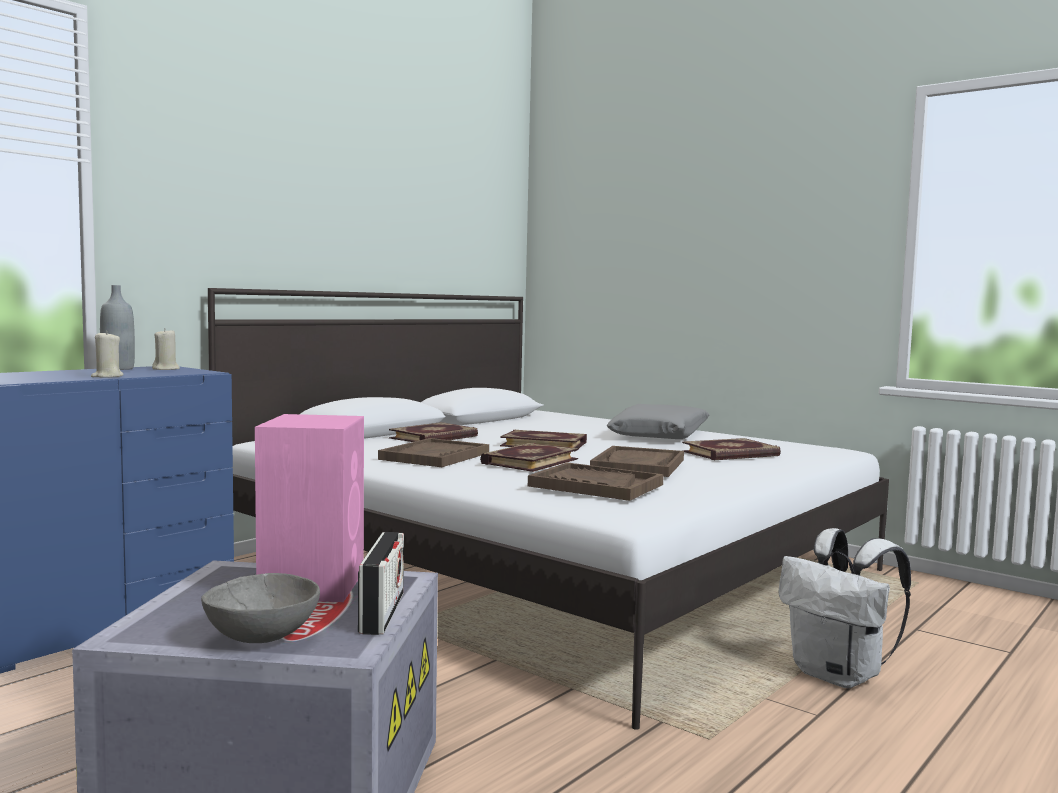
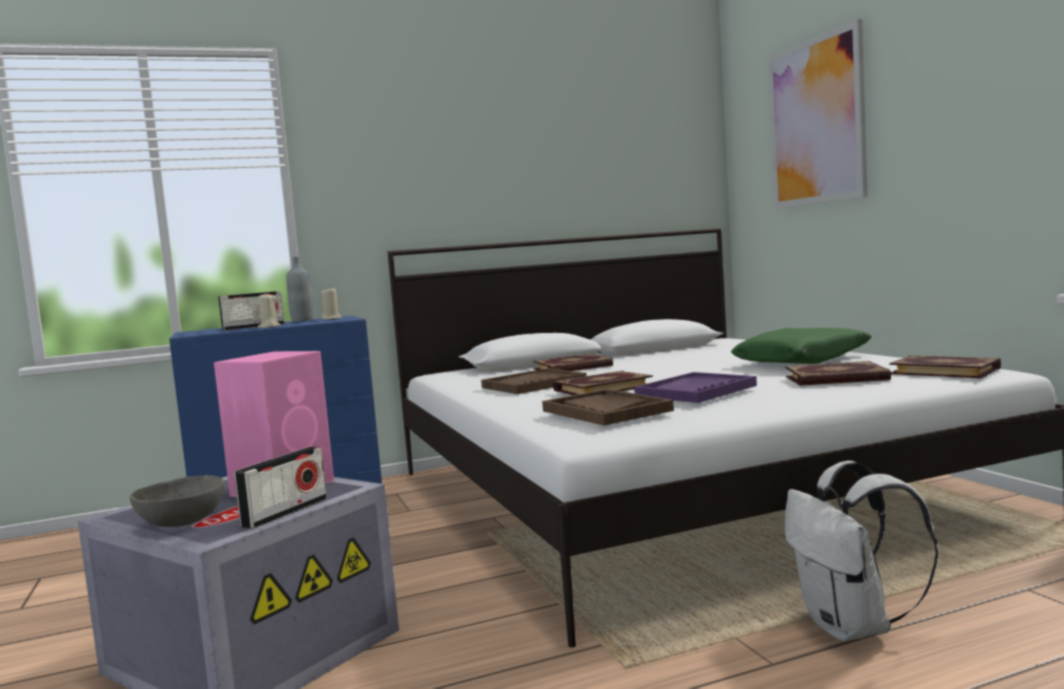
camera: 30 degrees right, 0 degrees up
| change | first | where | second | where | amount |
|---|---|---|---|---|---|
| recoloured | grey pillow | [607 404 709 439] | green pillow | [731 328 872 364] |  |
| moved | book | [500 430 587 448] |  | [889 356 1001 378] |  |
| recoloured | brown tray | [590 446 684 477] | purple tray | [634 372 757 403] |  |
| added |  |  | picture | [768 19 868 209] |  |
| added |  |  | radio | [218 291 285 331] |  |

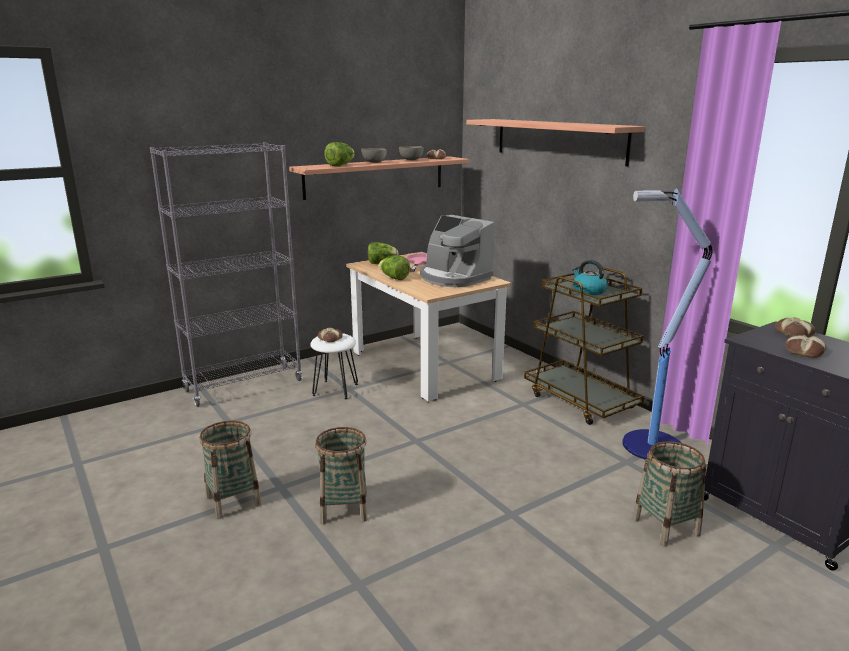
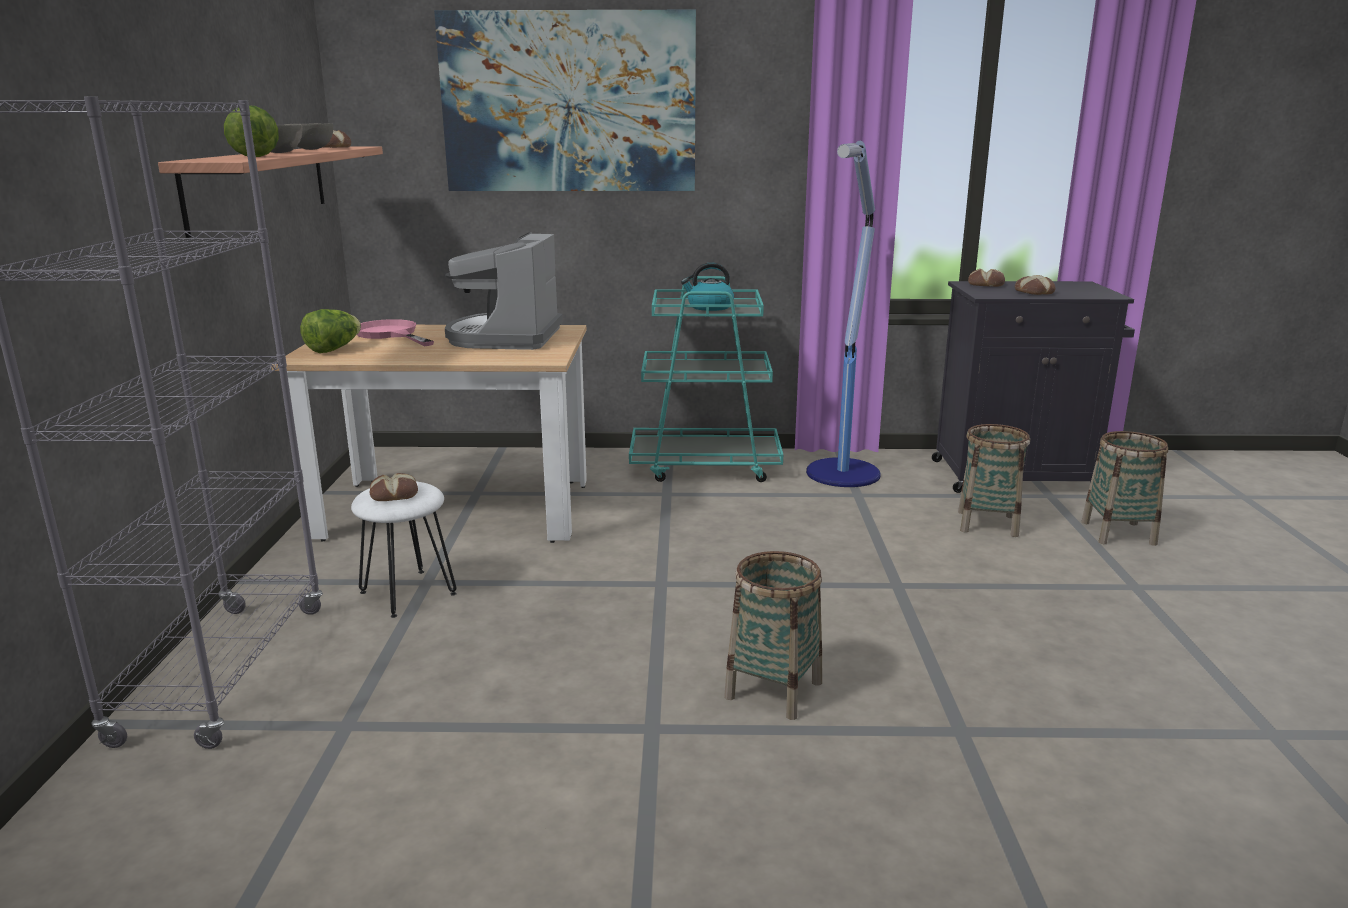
camera: 55 degrees left, 0 degrees up
| change | first | where | second | where | amount |
|---|---|---|---|---|---|
| replaced | shelf | [466 119 645 166] | picture | [434 10 696 191] |  |
| turned | coffee machine | [420 215 494 287] |  | [445 232 563 350] | 105 degrees clockwise |
| removed | lettuce | [379 256 410 280] |  |  |  |
| recoloured | brown cart | [524 267 644 425] | turquoise cart | [629 276 783 482] |  |
| moved | basket | [199 421 261 519] |  | [1081 431 1168 546] |  |

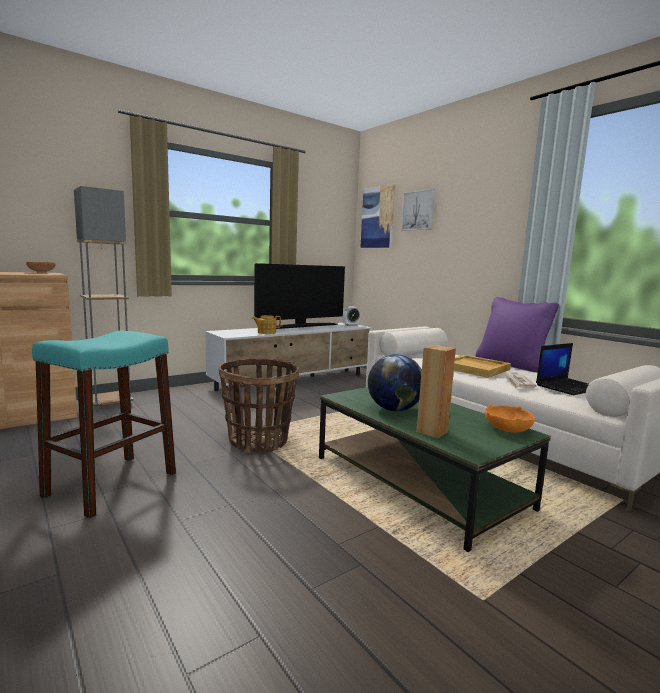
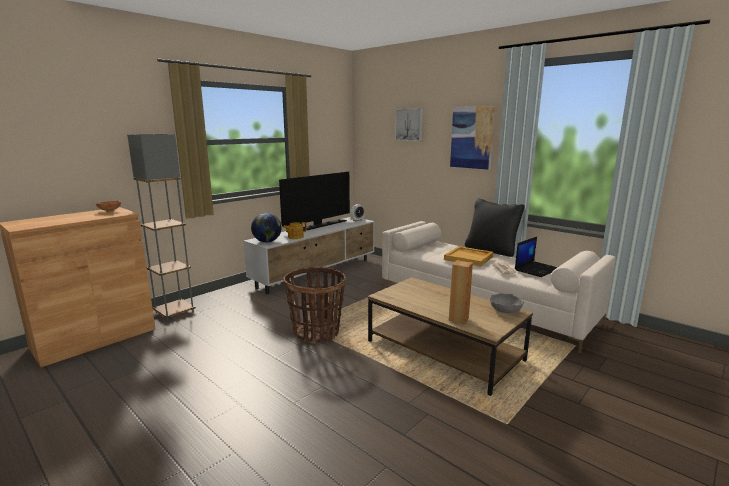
camera: 10 degrees left, 5 degrees up
| change | first | where | second | where | amount |
|---|---|---|---|---|---|
| moved | picture | [360 184 396 248] |  | [450 106 495 170] |  |
| recoloured | purple pillow | [476 297 559 372] | black pillow | [465 198 525 257] |  |
| removed | turquoise stool | [32 331 176 519] |  |  |  |
| moved | globe | [368 354 422 411] |  | [251 213 282 242] |  |
| recoloured | green coffee table | [319 387 551 552] | brown coffee table | [368 277 533 396] |  |
| recoloured | orange bowl | [485 404 536 433] | grey bowl | [490 293 524 313] |  |

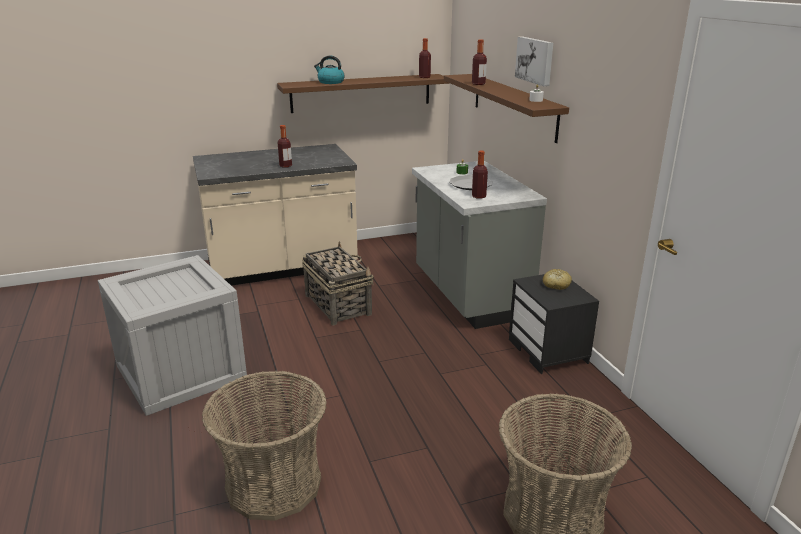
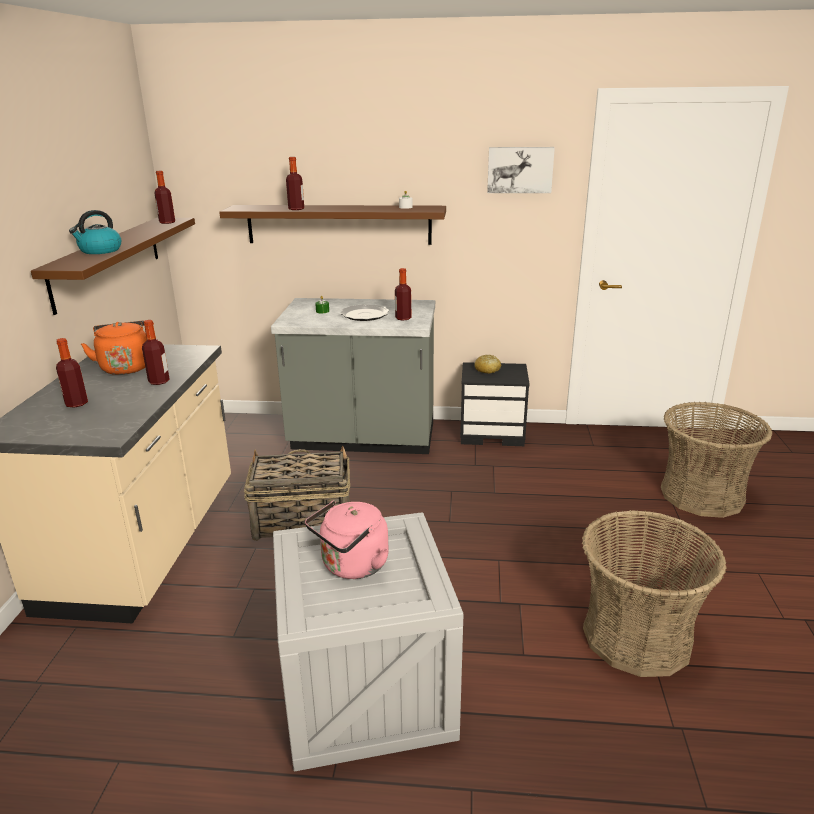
camera: 65 degrees left, 0 degrees up
| change | first | where | second | where | amount |
|---|---|---|---|---|---|
| moved | picture | [515 36 553 87] |  | [487 147 555 193] |  |
| added |  |  | orange kettle | [81 321 147 375] |  |
| added |  |  | bottle | [56 338 88 408] |  |
| added |  |  | pink kettle | [305 500 389 579] |  |

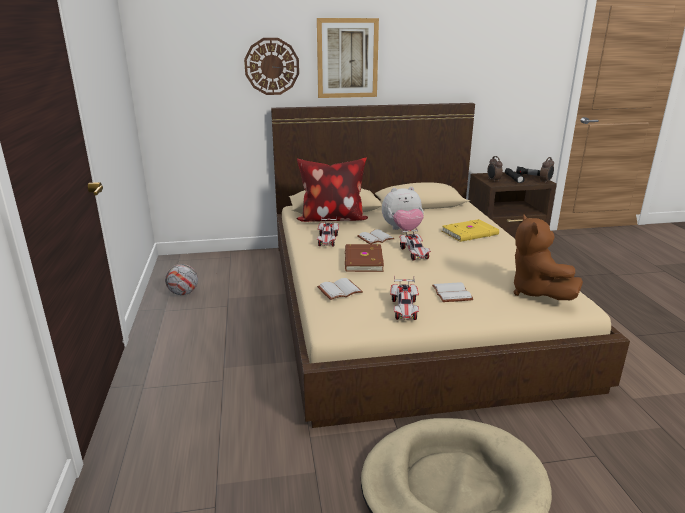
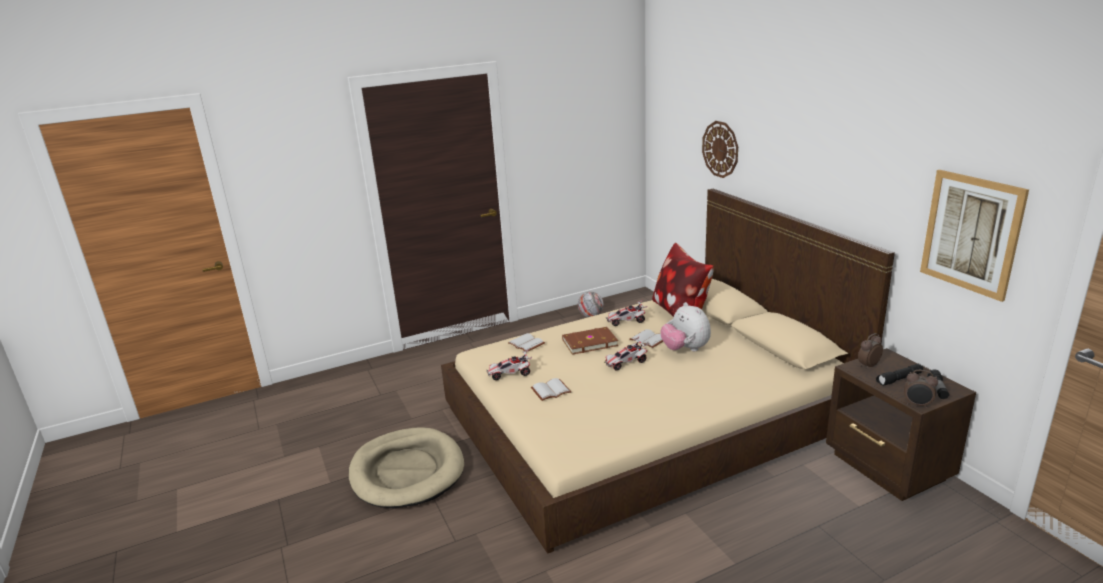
camera: 75 degrees right, 0 degrees up
| change | first | where | second | where | amount |
|---|---|---|---|---|---|
| moved | picture | [317 18 379 98] |  | [920 170 1029 302] |  |
| removed | brown plush toy | [513 215 583 300] |  |  |  |
| removed | yellow book | [442 219 499 242] |  |  |  |

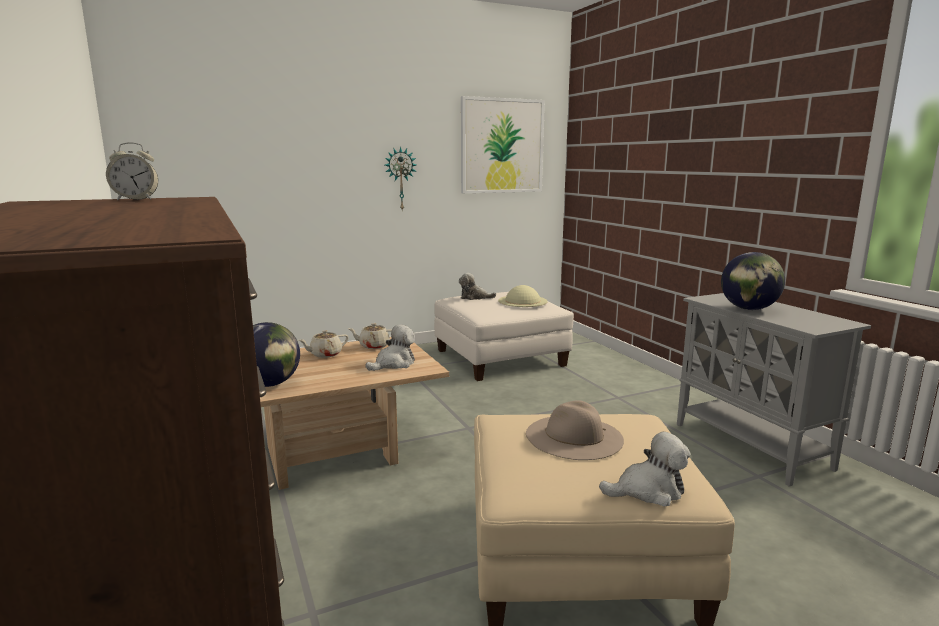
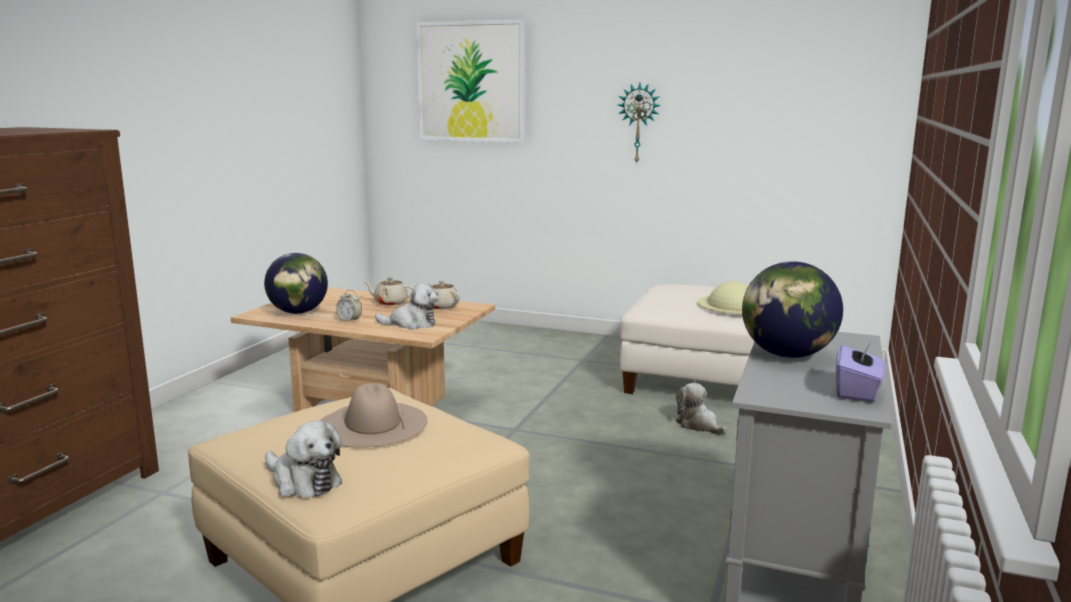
camera: 45 degrees right, 0 degrees up
| change | first | where | second | where | amount |
|---|---|---|---|---|---|
| moved | picture | [461 96 545 193] |  | [416 19 526 143] |  |
| moved | alarm clock | [106 142 158 200] |  | [336 290 362 322] |  |
| moved | plush toy | [459 273 496 300] |  | [676 383 727 435] |  |
| added |  |  | purple tissue box | [836 339 885 403] |  |

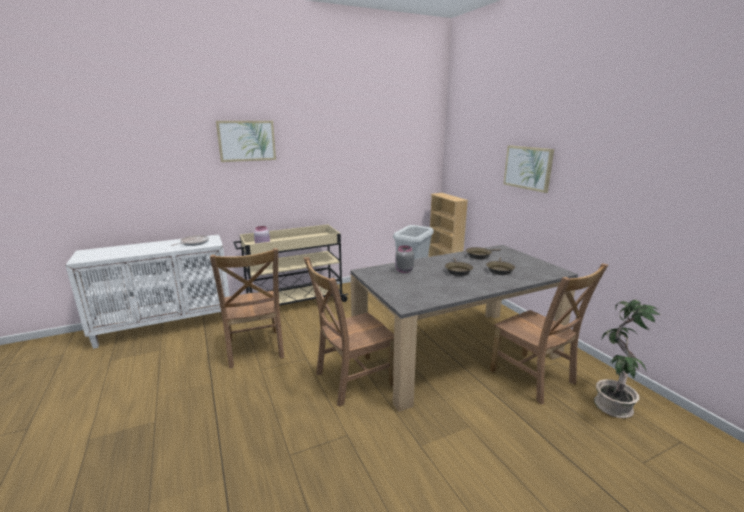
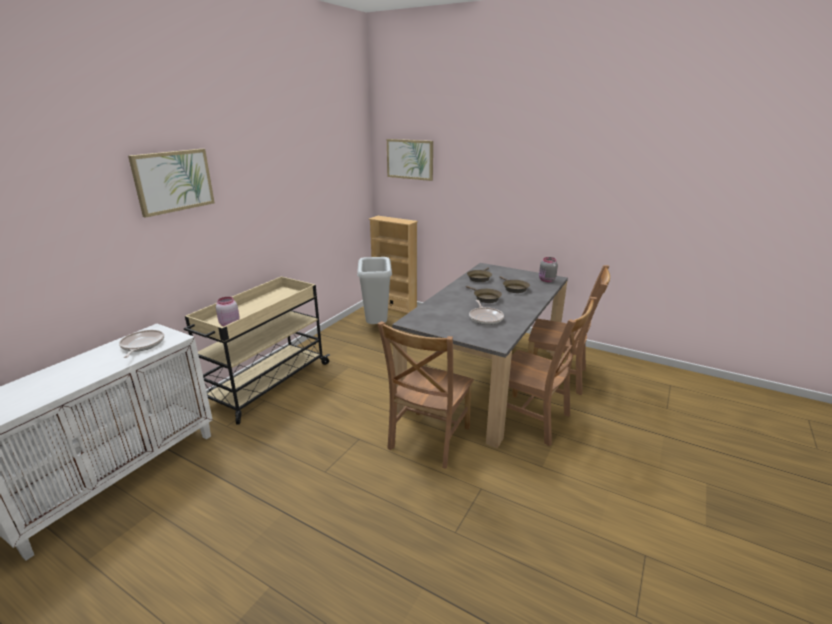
camera: 35 degrees left, 5 degrees up
| change | first | where | second | where | amount |
|---|---|---|---|---|---|
| moved | picture | [503 145 554 193] |  | [387 139 433 181] |  |
| moved | grey jar | [395 245 414 273] |  | [539 257 558 282] |  |
| moved | brown chair | [210 248 284 368] |  | [507 297 597 446] |  |
| removed | potted plant | [594 299 661 418] |  |  |  |
| added |  |  | frying pan | [469 300 504 325] |  |

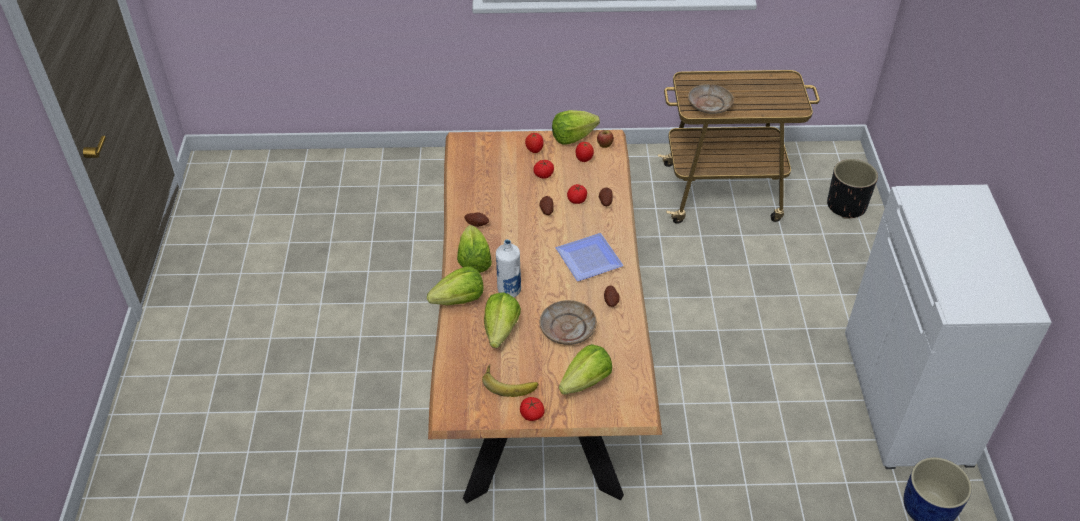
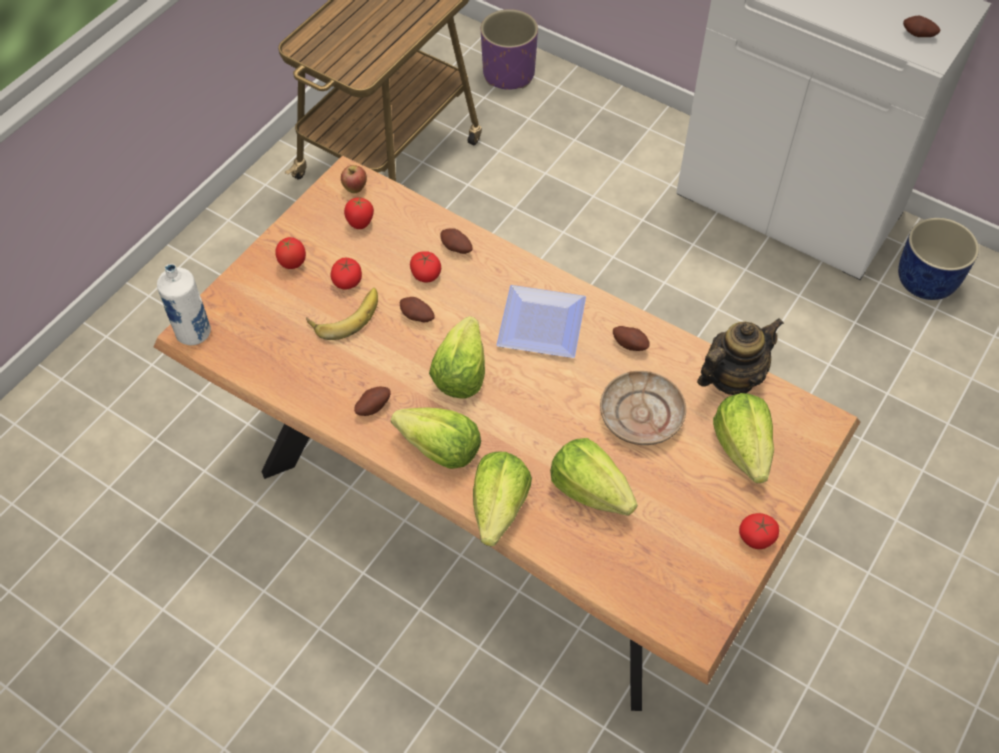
camera: 55 degrees left, 10 degrees up
| change | first | where | second | where | amount |
|---|---|---|---|---|---|
| removed | beige plate | [688 84 734 114] |  |  |  |
| moved | lettuce | [552 110 600 145] |  | [429 316 485 399] |  |
| recoloured | black planter | [827 159 878 219] | purple planter | [481 9 538 90] |  |
| moved | white bottle | [496 239 521 297] |  | [157 264 211 345] |  |
| moved | banana | [482 365 538 397] |  | [306 288 378 340] |  |
| added |  |  | potato | [903 16 940 37] |  |
| added |  |  | teapot | [697 318 784 395] |  |

